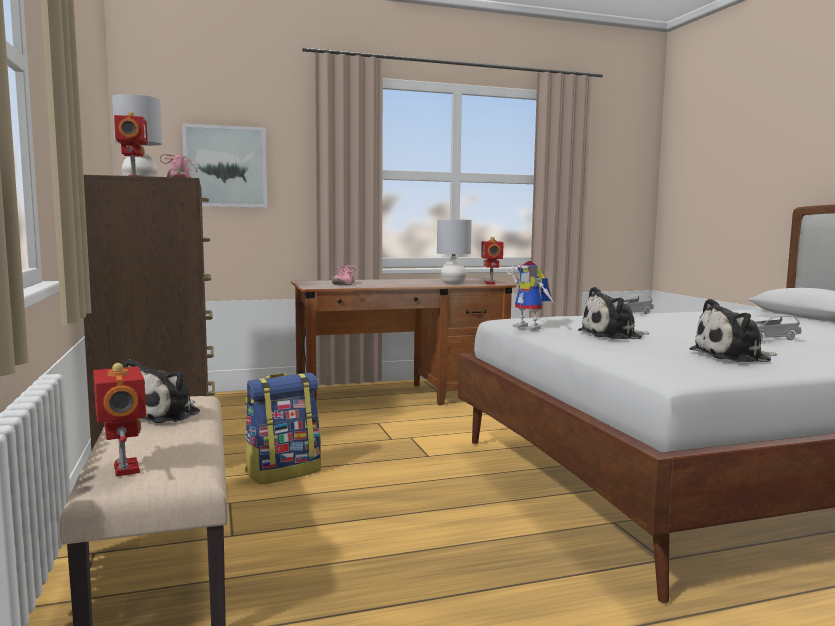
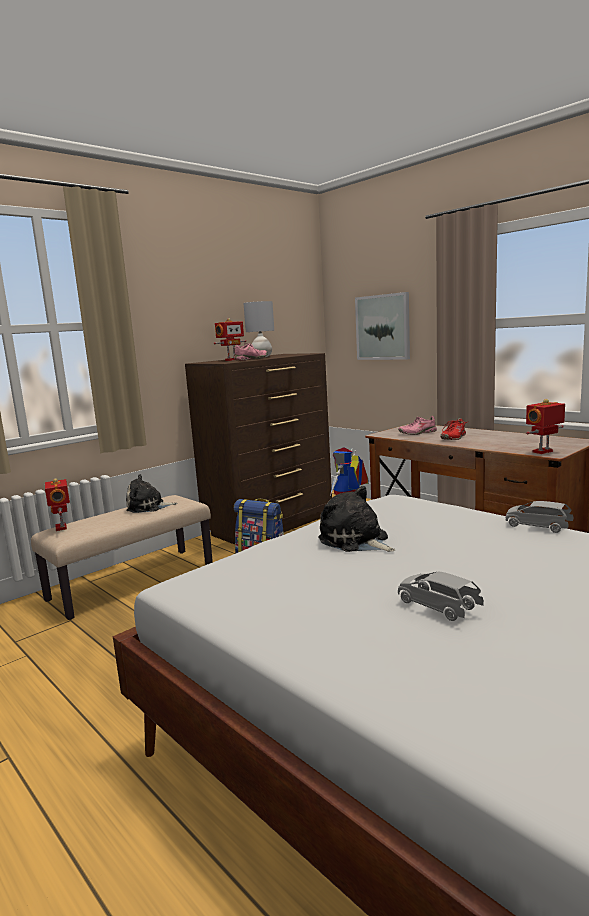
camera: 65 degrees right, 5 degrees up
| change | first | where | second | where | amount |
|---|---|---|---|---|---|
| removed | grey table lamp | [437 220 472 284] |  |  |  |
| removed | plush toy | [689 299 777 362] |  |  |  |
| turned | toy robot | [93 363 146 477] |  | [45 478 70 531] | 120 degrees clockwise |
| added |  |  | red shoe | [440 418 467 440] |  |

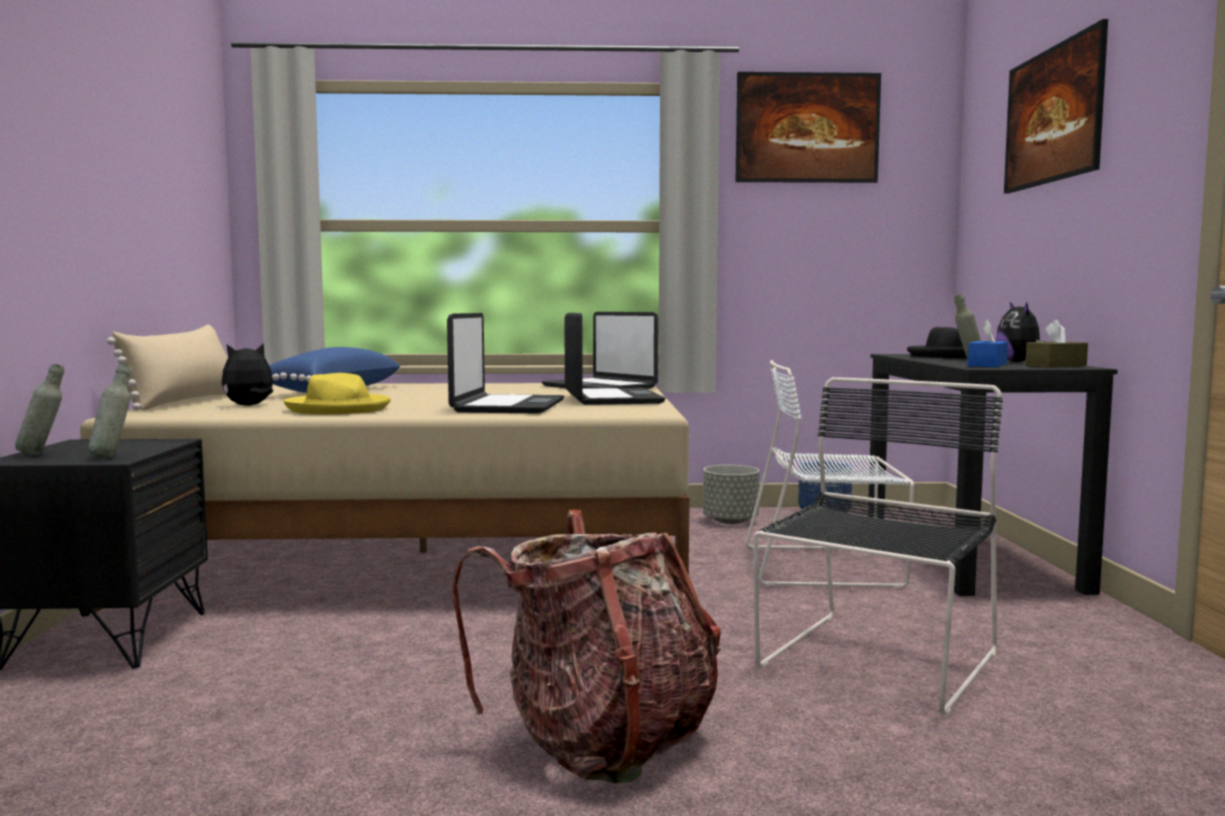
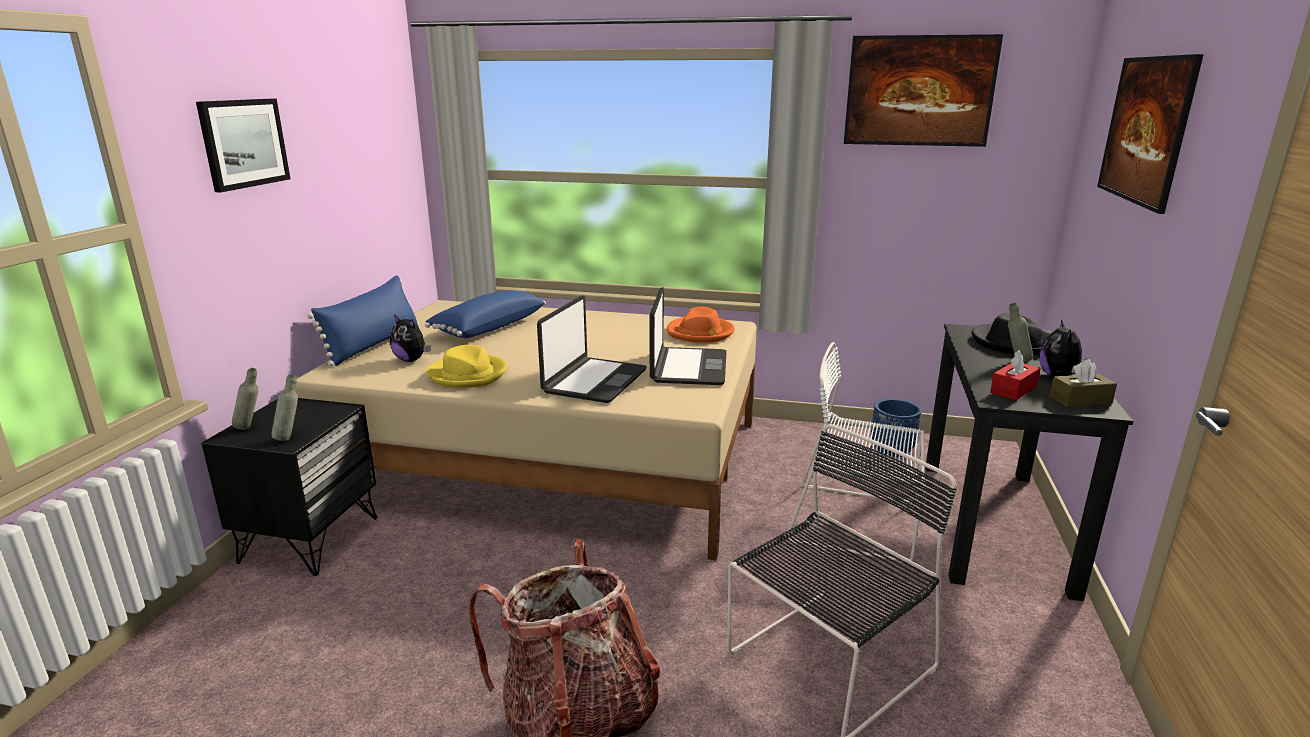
camera: 15 degrees right, 15 degrees up
| change | first | where | second | where | amount |
|---|---|---|---|---|---|
| replaced | laptop | [542 312 658 389] | orange hat | [667 306 735 343] |  |
| recoloured | blue tissue box | [967 320 1008 367] | red tissue box | [990 350 1041 400] |  |
| recoloured | beige pillow | [107 325 228 410] | blue pillow | [307 275 419 366] |  |
| turned | plush toy | [222 343 273 406] |  | [390 315 431 362] | 120 degrees counterclockwise |
| removed | grey planter | [703 465 760 524] |  |  |  |
| added |  |  | picture | [196 99 290 192] |  |

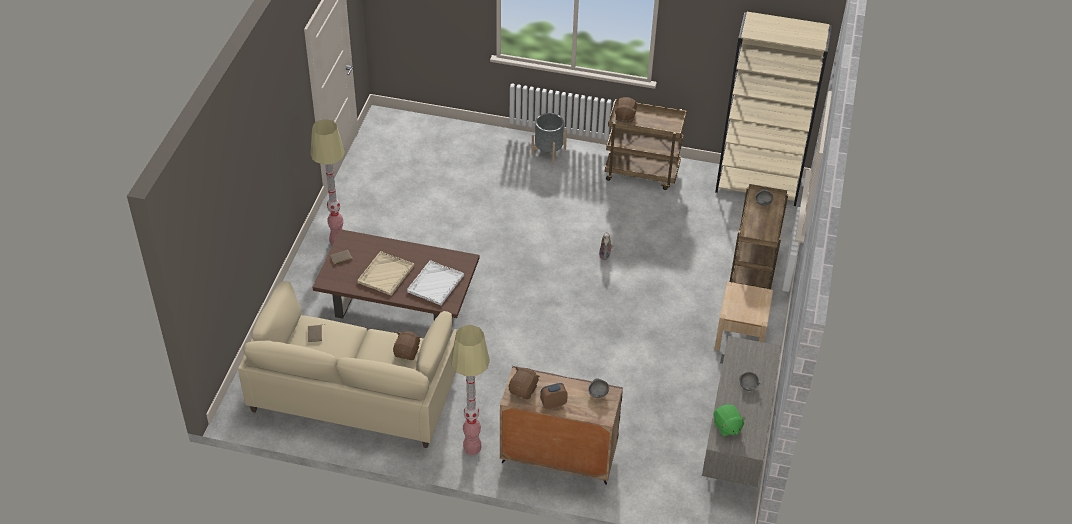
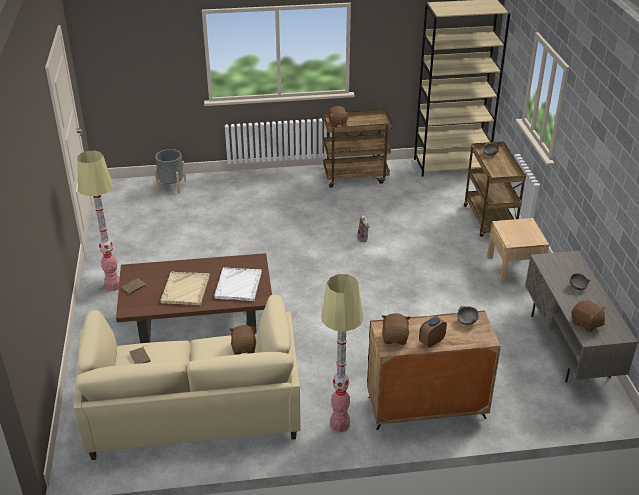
camera: 20 degrees left, 10 degrees down
| change | first | where | second | where | amount |
|---|---|---|---|---|---|
| moved | grey planter | [531 113 567 164] |  | [155 149 186 193] |  |
| recoloured | green plush toy | [714 405 746 437] | brown plush toy | [571 300 605 332] |  |

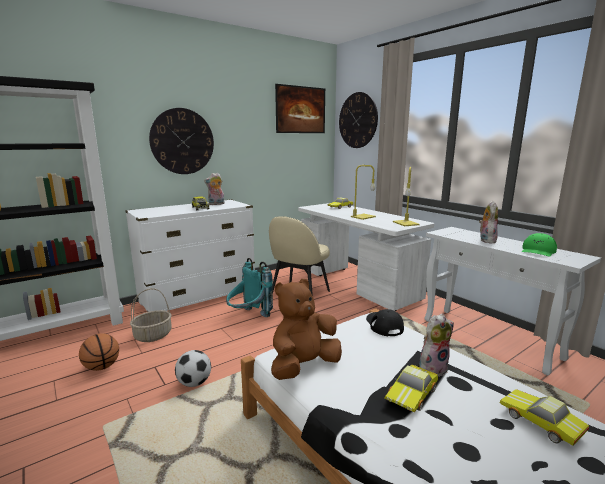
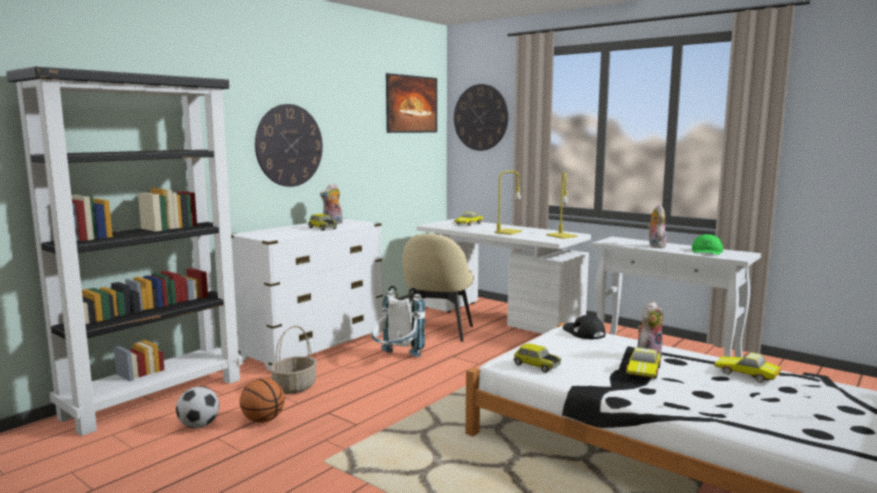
camera: 15 degrees left, 5 degrees down
| change | first | where | second | where | amount |
|---|---|---|---|---|---|
| recoloured | turquoise backpack | [226 258 273 317] | white backpack | [372 286 425 357] |  |
| replaced | brown plush toy | [271 279 342 380] | toy car | [513 343 561 373] |  |
| moved | football | [175 350 211 387] |  | [176 387 219 428] |  |

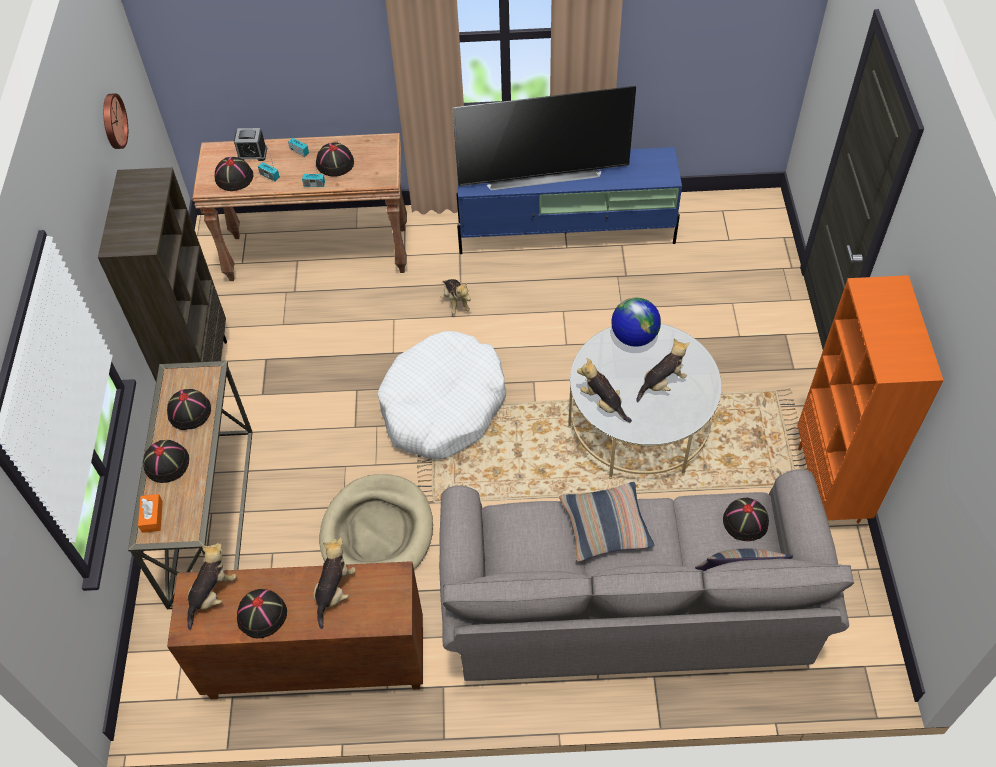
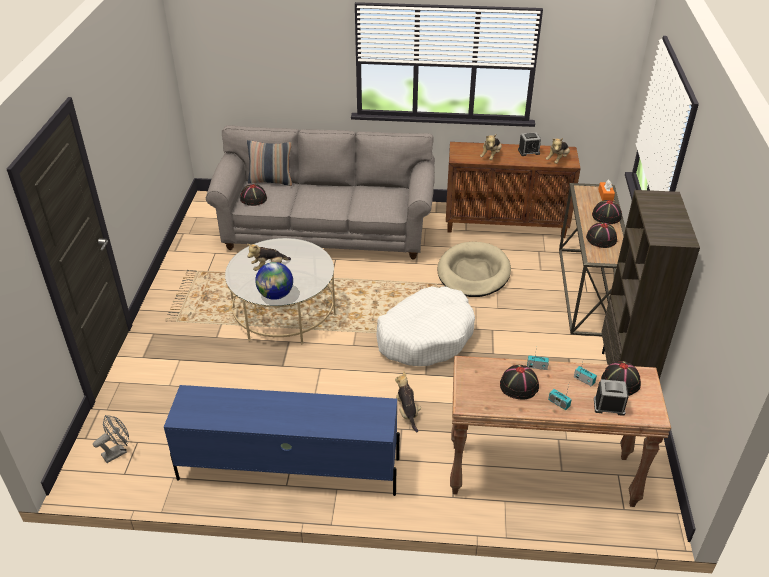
camera: 175 degrees left, 15 degrees down
| change | first | where | second | where | amount |
|---|---|---|---|---|---|
| removed | television | [452 86 636 190] |  |  |  |
| removed | wall clock | [103 93 128 149] |  |  |  |
| removed | orange bookcase | [797 275 944 524] |  |  |  |
| removed | plush toy | [577 358 632 423] |  |  |  |
| removed | pillow | [559 482 654 561] |  |  |  |
| replaced | black hat | [237 589 287 638] | alarm clock | [518 132 541 156] |  |
| added |  |  | grey fan | [93 415 129 463] |  |

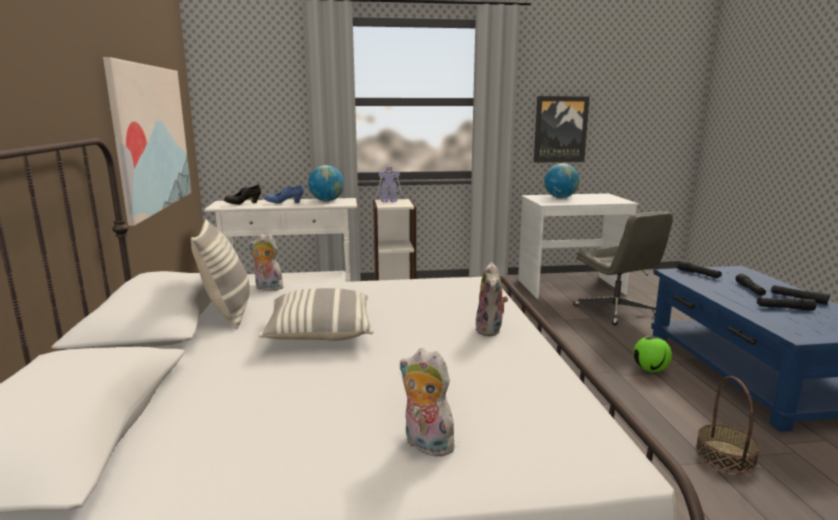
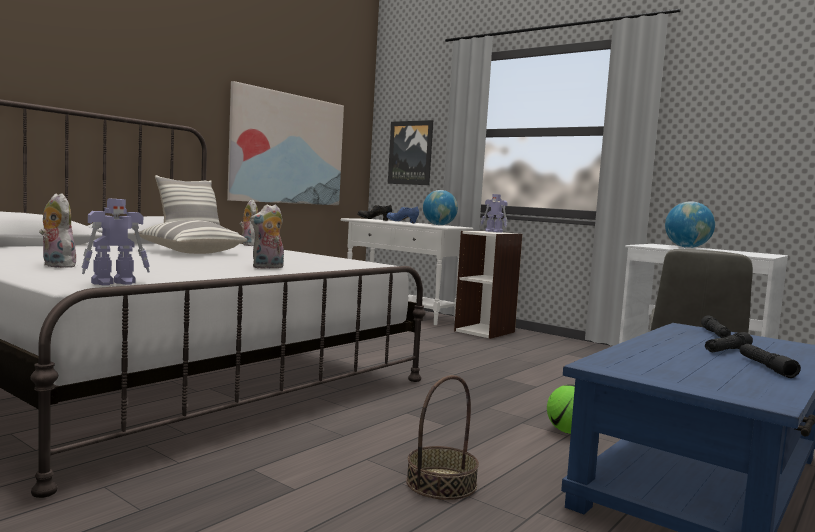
camera: 45 degrees right, 10 degrees down
| change | first | where | second | where | amount |
|---|---|---|---|---|---|
| moved | picture | [534 96 590 163] |  | [388 120 433 185] |  |
| removed | black flashlight | [757 298 816 311] |  |  |  |
| turned | plush toy | [399 348 458 457] |  | [39 193 77 268] | 45 degrees counterclockwise |
| added |  |  | toy robot | [82 199 150 286] |  |

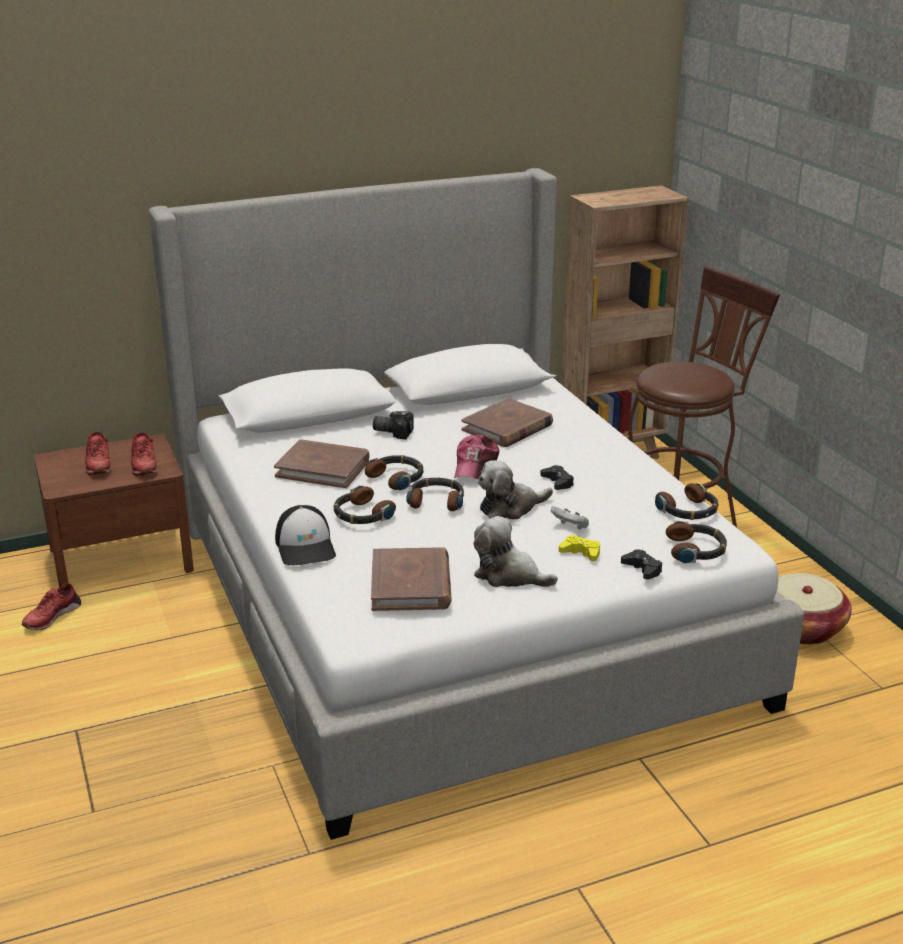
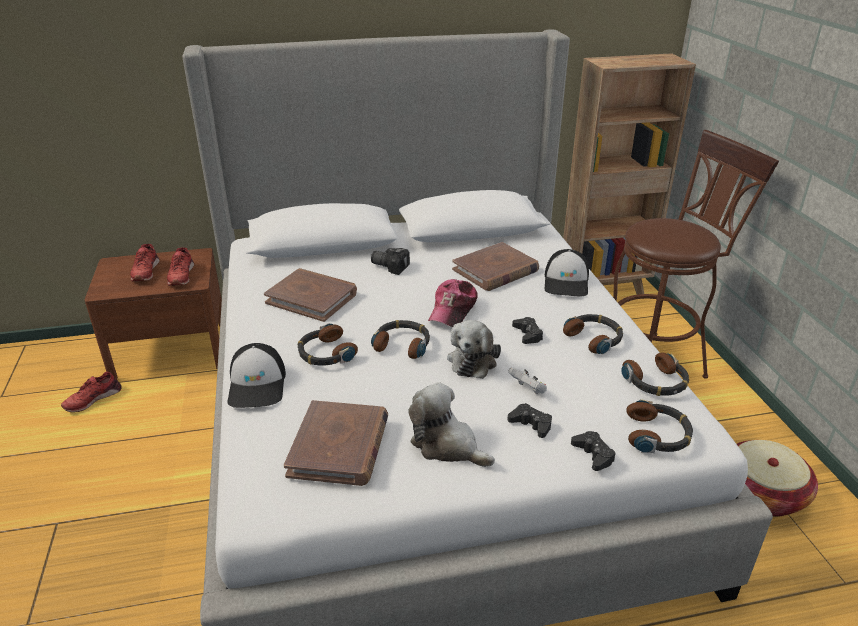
camera: 10 degrees right, 5 degrees up
| change | first | where | second | where | amount |
|---|---|---|---|---|---|
| moved | headphones | [365 455 423 490] |  | [563 314 623 355] |  |
| turned | plush toy | [478 460 553 519] |  | [447 320 501 379] | 60 degrees counterclockwise |
| recoloured | yellow game controller | [559 535 600 561] | black game controller | [507 403 552 438] |  |
| added |  |  | cap | [545 249 589 297] |  |

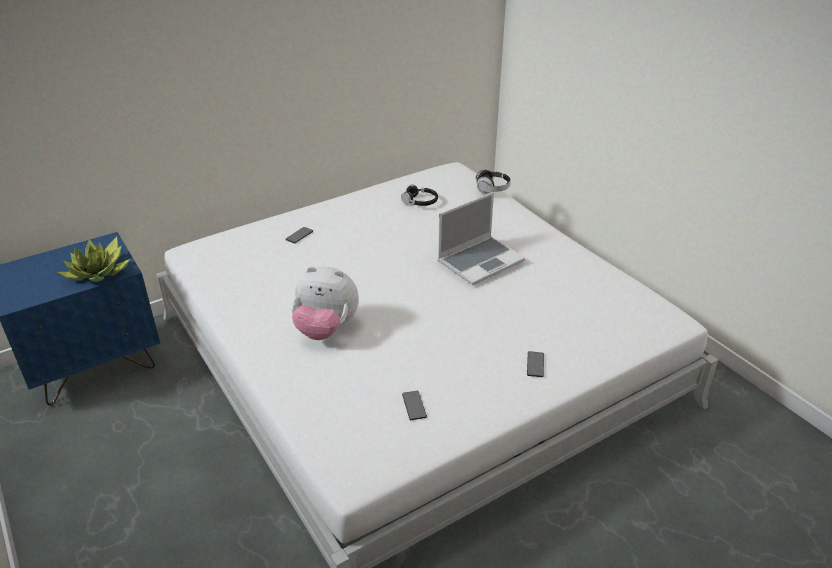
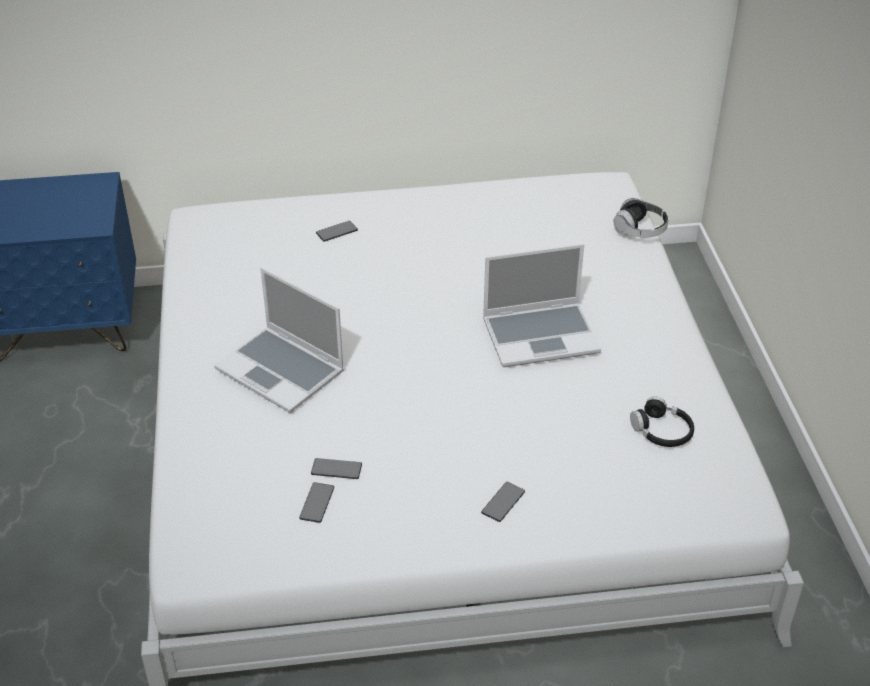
camera: 25 degrees right, 5 degrees up
| change | first | where | second | where | amount |
|---|---|---|---|---|---|
| moved | black headphones | [401 185 438 206] |  | [630 396 694 447] |  |
| removed | potted plant | [58 237 130 282] |  |  |  |
| replaced | plush toy | [292 266 359 340] | laptop | [214 268 344 413] |  |
| added |  |  | phone | [311 458 362 479] |  |

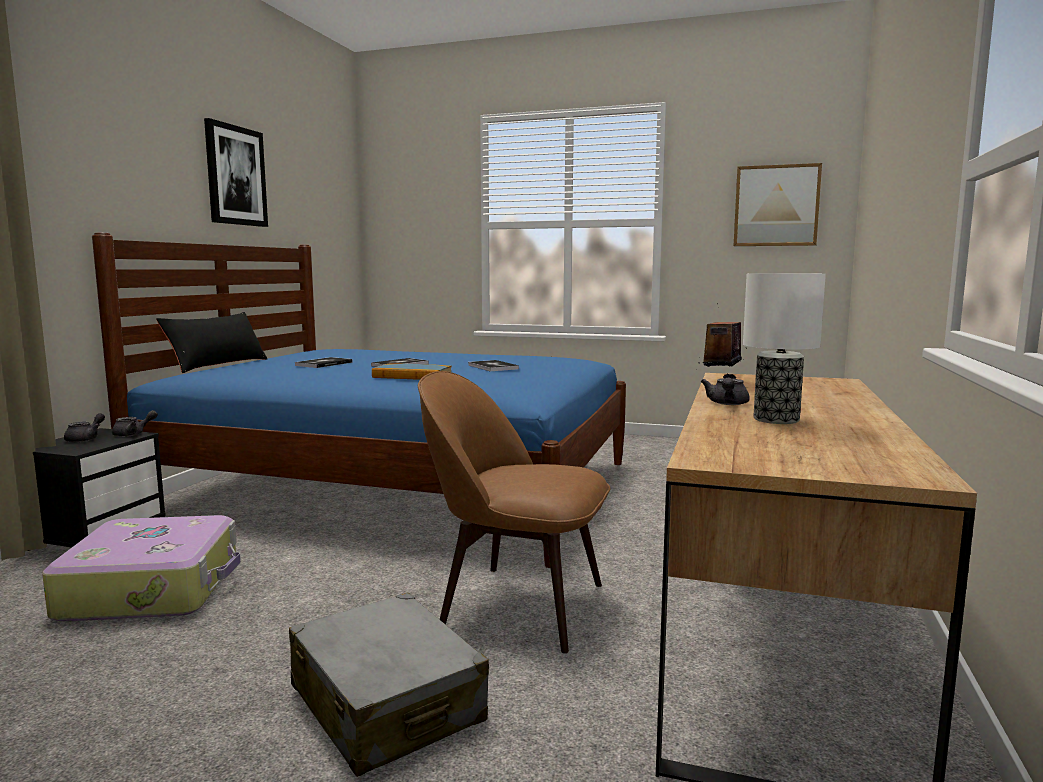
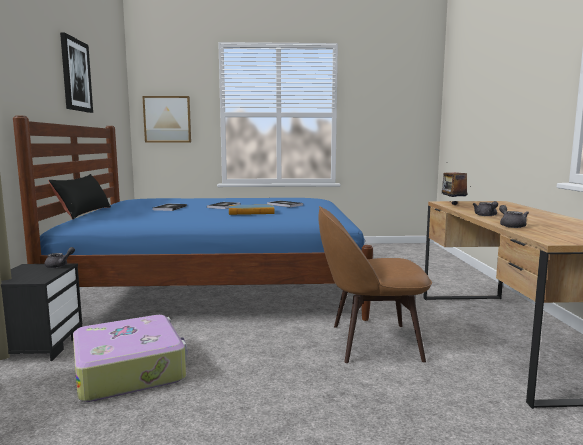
camera: 20 degrees left, 0 degrees up
| change | first | where | second | where | amount |
|---|---|---|---|---|---|
| moved | picture | [734 163 822 246] |  | [142 96 191 143] |  |
| removed | table lamp | [743 273 826 424] |  |  |  |
| moved | grey teapot | [64 413 105 442] |  | [499 205 529 228] |  |
| removed | grey suitcase | [289 593 489 777] |  |  |  |

